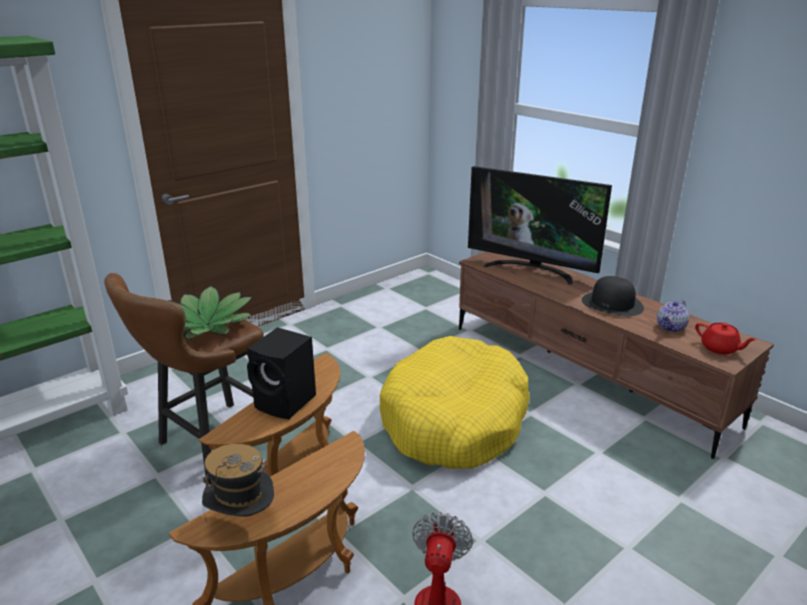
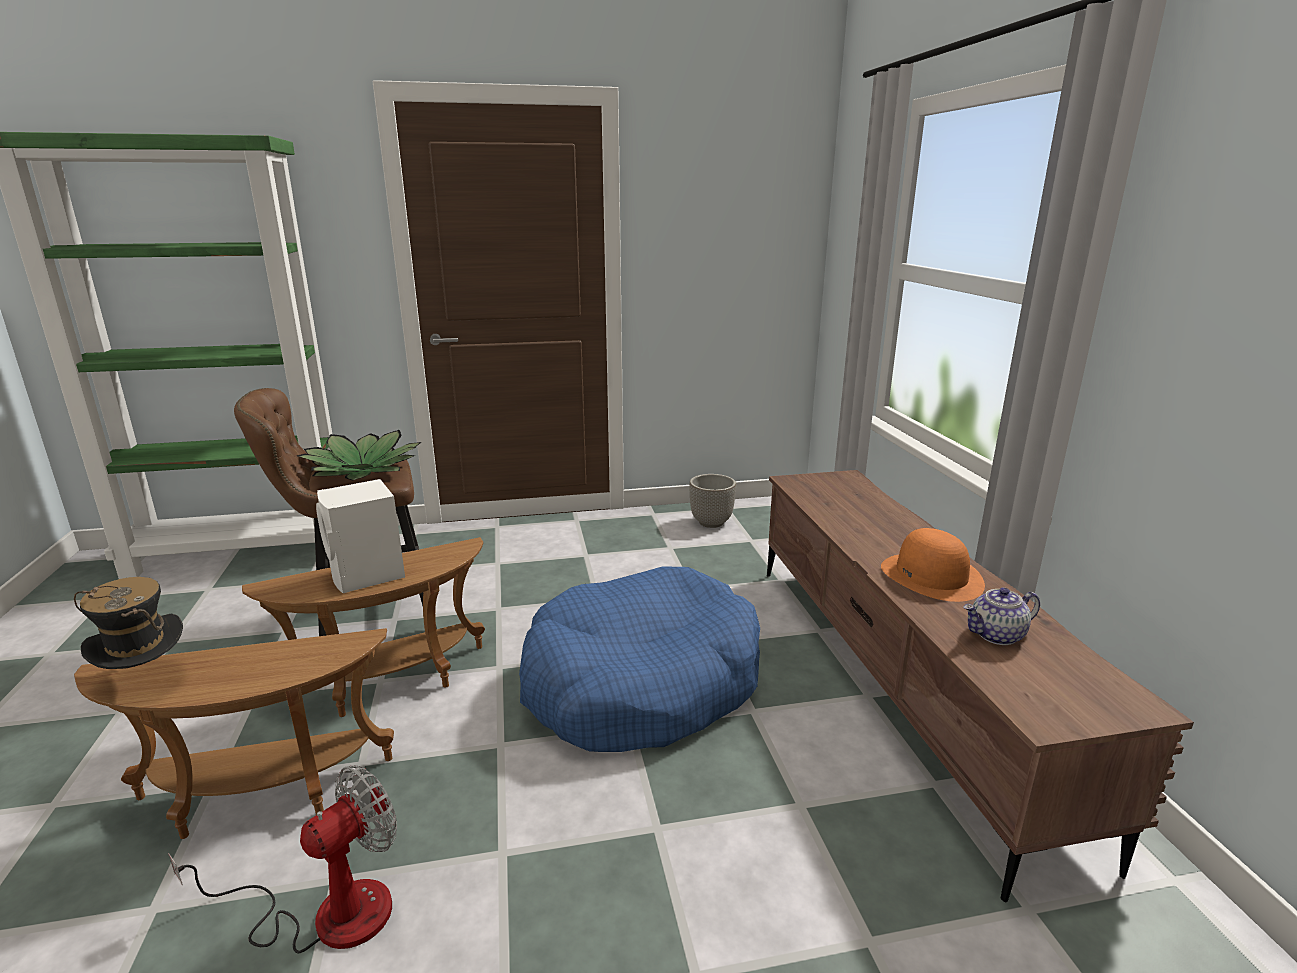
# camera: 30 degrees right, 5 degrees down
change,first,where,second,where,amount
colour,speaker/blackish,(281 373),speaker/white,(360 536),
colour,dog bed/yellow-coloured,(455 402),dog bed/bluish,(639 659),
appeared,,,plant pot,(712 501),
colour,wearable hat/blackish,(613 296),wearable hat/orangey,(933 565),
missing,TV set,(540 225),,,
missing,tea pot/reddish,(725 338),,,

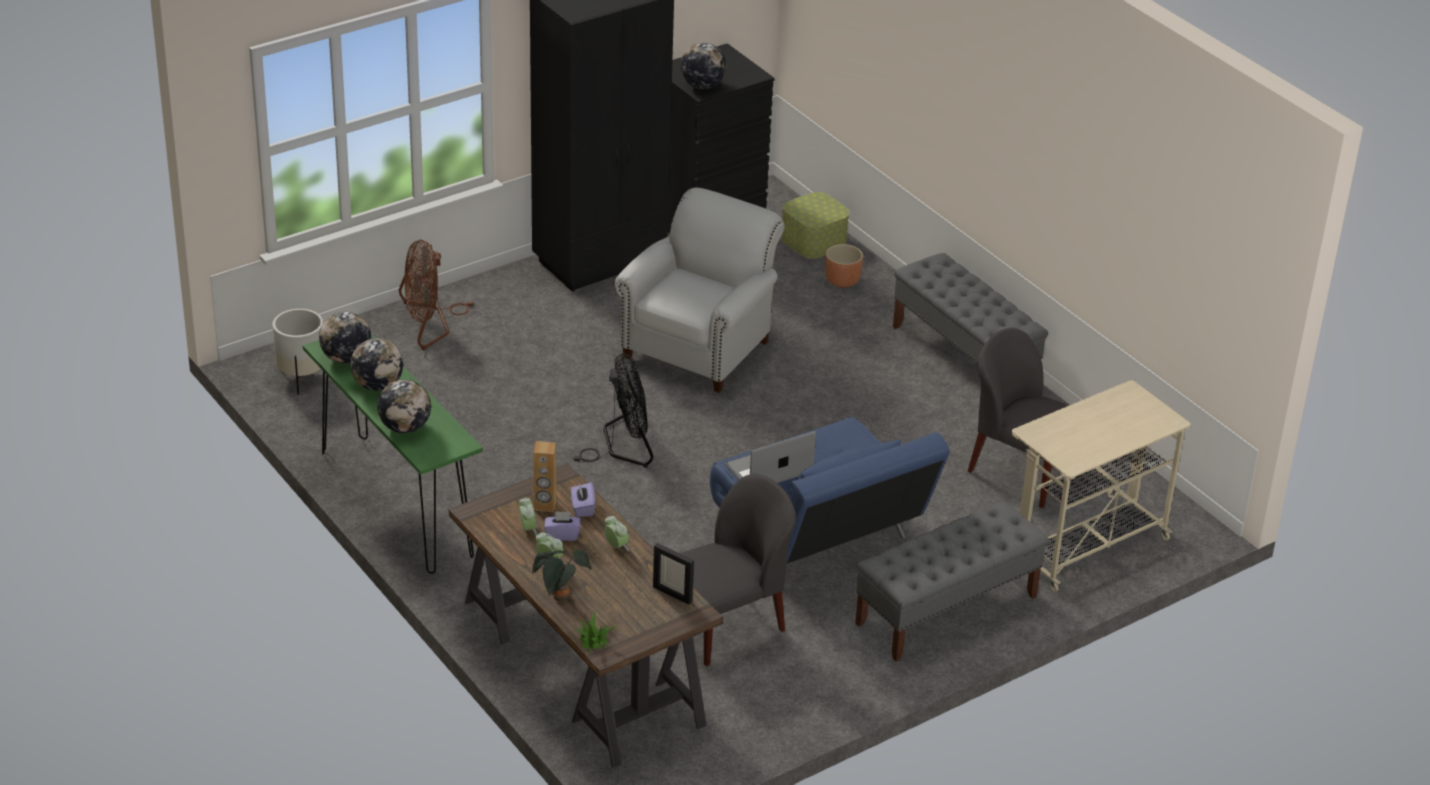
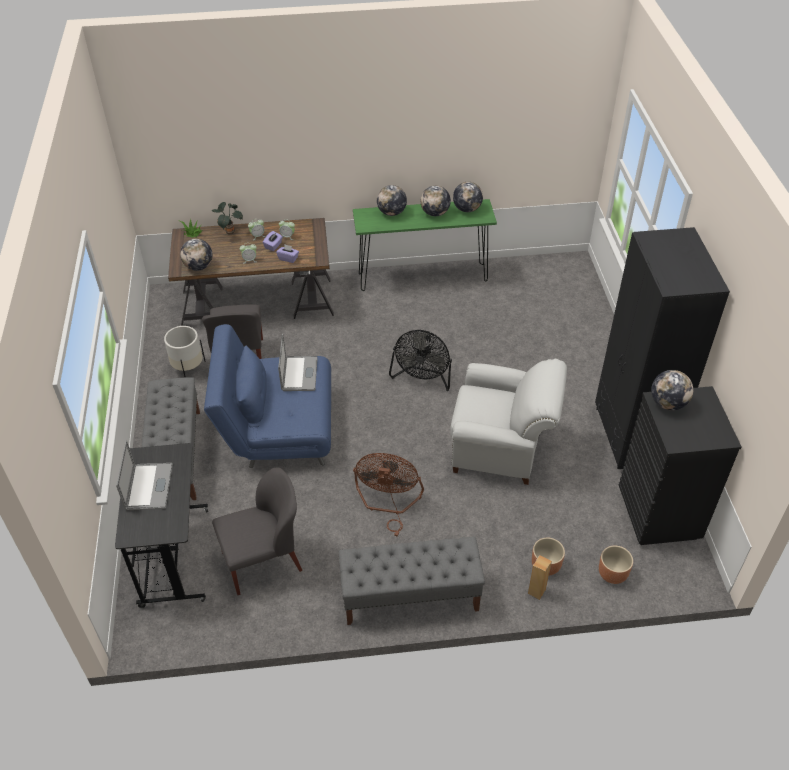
# camera: 120 degrees right, 10 degrees up
change,first,where,second,where,amount
colour,desk table/beige-coloured,(1101 486),desk table/blackish,(161 525),
appeared,,,notebook computer,(144 475),
relocated,plant pot/white,(298 352),,(185 352),
exchanged,photo frame,(673 574),desk globe,(196 255),
relocated,fan/brown-coloured,(436 295),,(388 494),
spun,lounge chair/white,(699 290),,(508 422),45 degrees counterclockwise
relocated,speaker/brown-coloured,(544 476),,(540 577),
exchanged,storage bin,(815 225),plant pot/brown-coloured,(616 565),

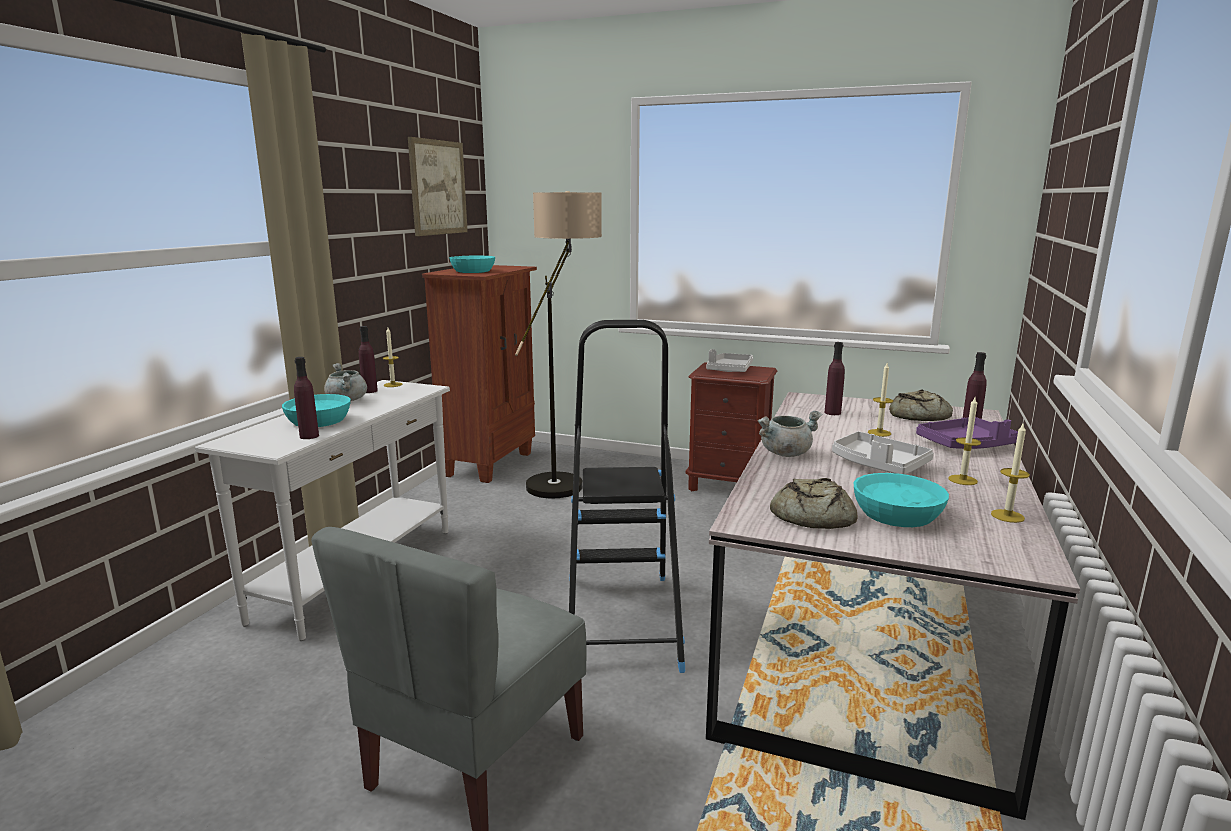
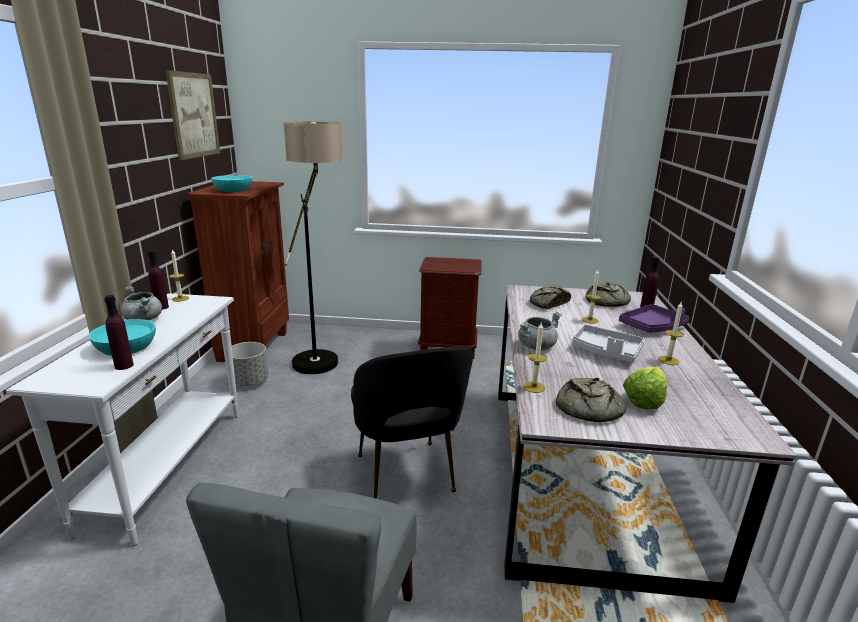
# camera: 15 degrees left, 5 degrees up
change,first,where,second,where,amount
appeared,,,plant pot/grey,(250 364),
exchanged,stepladder/blackish,(627 496),plain chair/blackish,(412 422),
relocated,candle,(1010 472),,(535 358),
exchanged,drink bottle/purple,(835 378),bakery bread,(550 297),
exchanged,serving bowl/blue-green,(901 500),head of lettuce,(645 387),
missing,carrying tray/grey,(729 360),,,

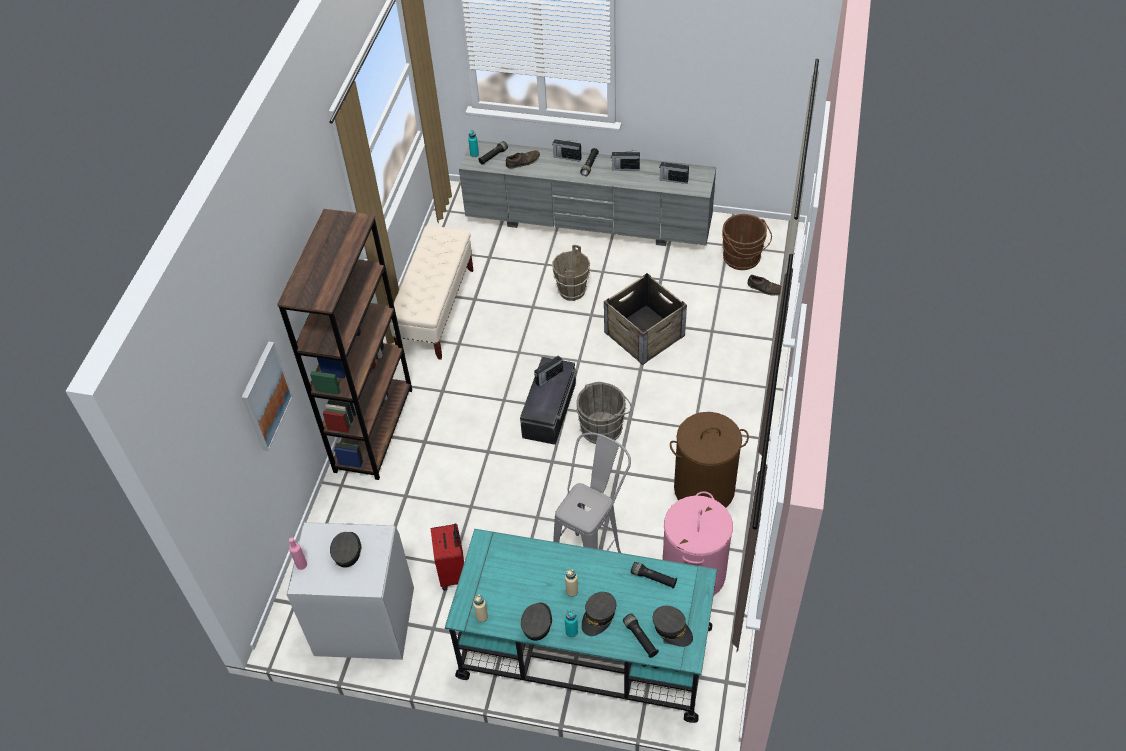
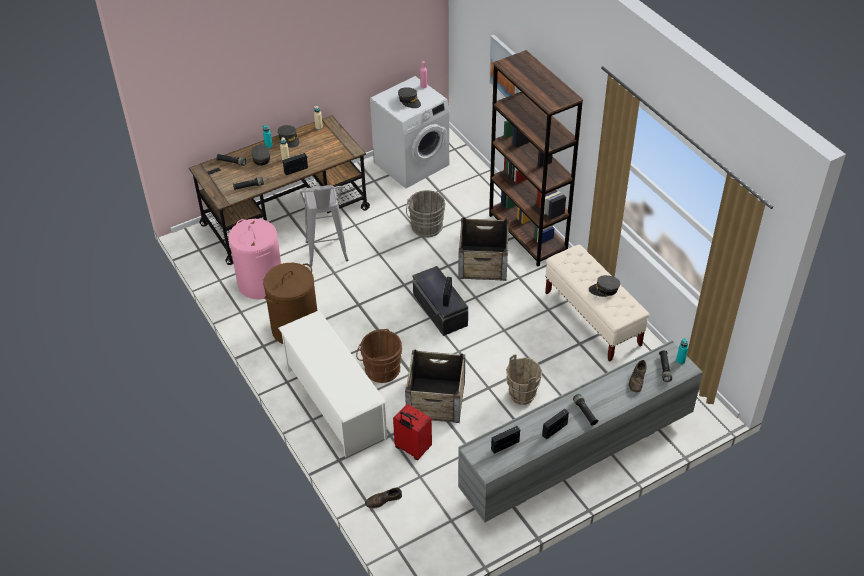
# camera: 135 degrees right, 5 degrees down
change,first,where,second,where,amount
colour,desk table/blue-green,(581 626),desk table/brown-coloured,(279 190),
appeared,,,shoe stand/white,(332 383),
relocated,radio set,(566 150),,(295 164),
relocated,pail/brown-coloured,(747 242),,(379 356),
relocated,travel case/reddish,(447 557),,(412 432),
relocated,pail/grey,(604 413),,(426 213),
appeared,,,crate,(483 249),
relocated,peaked cap/grey,(673 626),,(604 286),

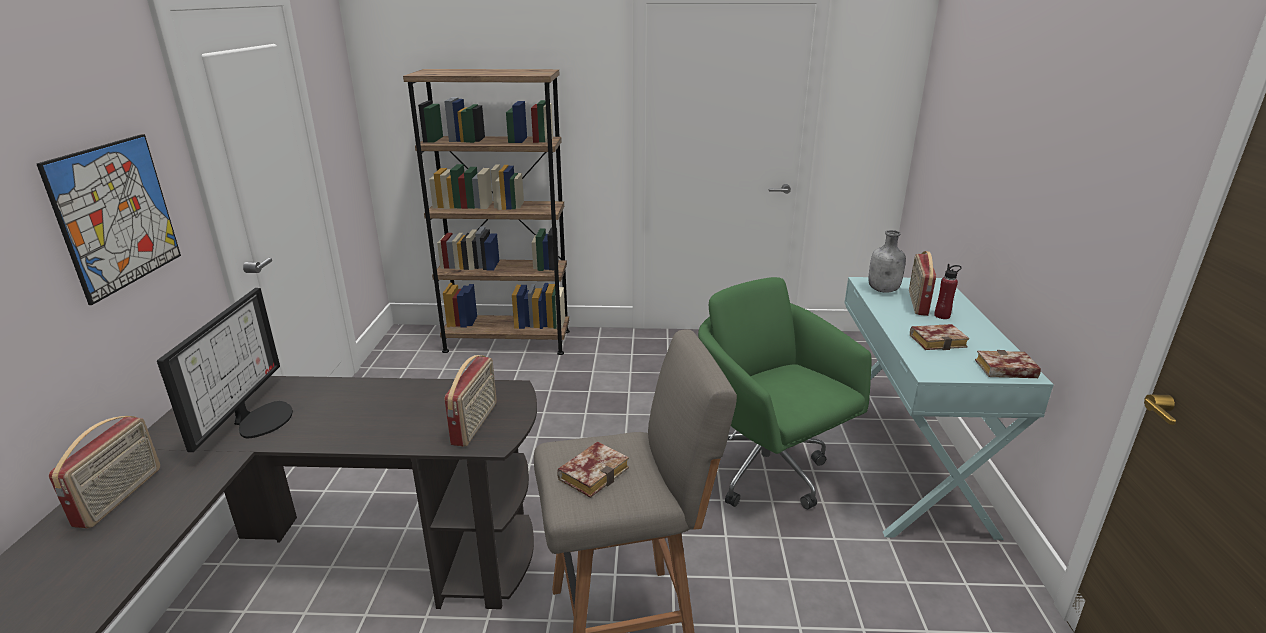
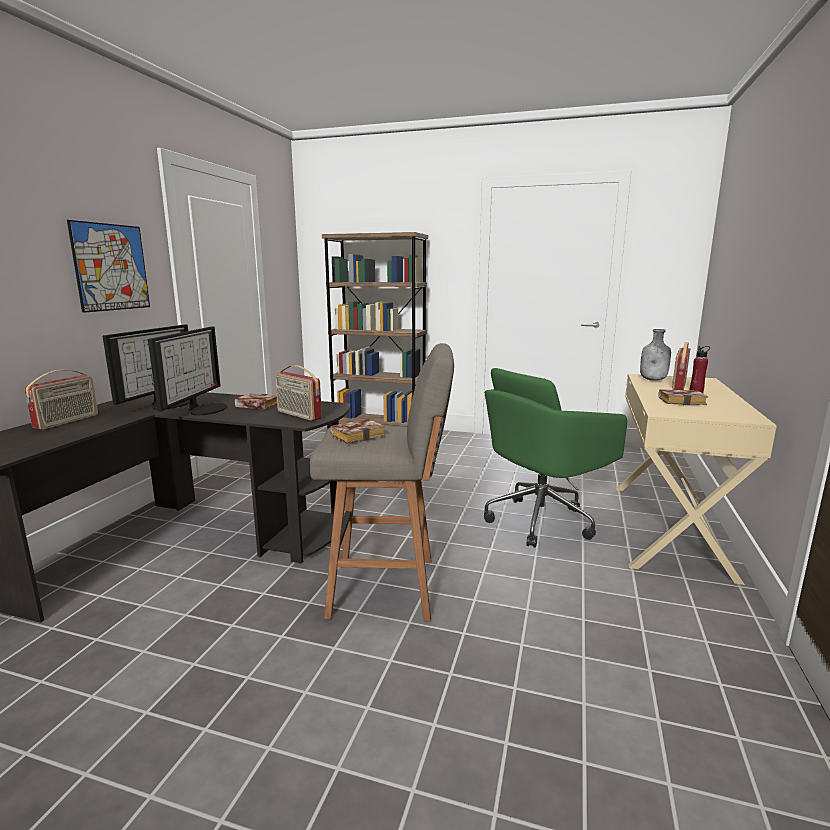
# camera: 15 degrees right, 10 degrees down
change,first,where,second,where,amount
appeared,,,monitor,(187 371),
relocated,book,(1008 364),,(256 402),
spun,radio set,(470 400),,(298 393),105 degrees clockwise
spun,desk chair/greenish,(785 393),,(555 457),105 degrees counterclockwise
colour,desk table/blue-green,(949 408),desk table/beige-coloured,(696 479),

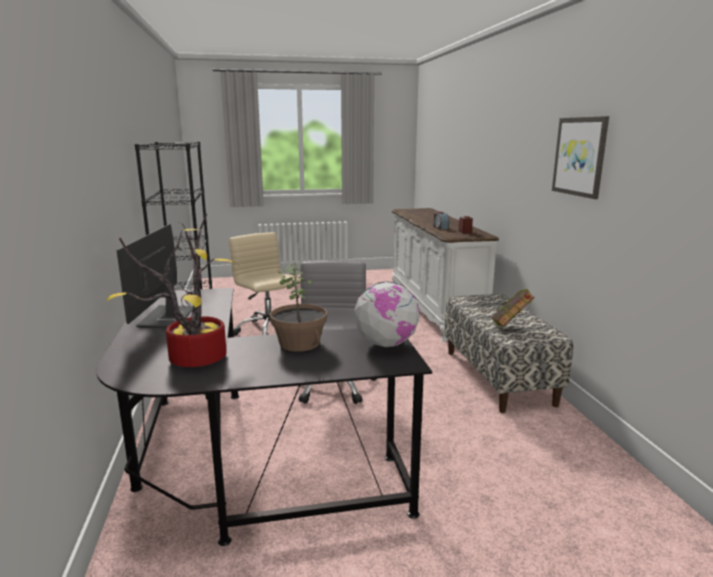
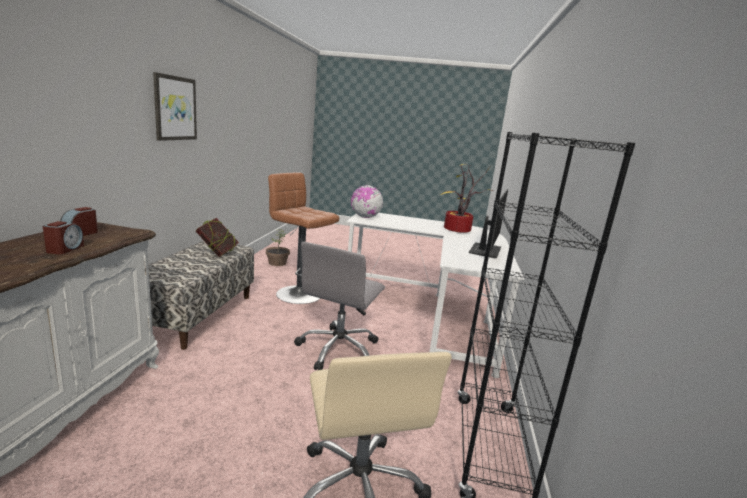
# camera: 160 degrees left, 0 degrees up
change,first,where,second,where,amount
relocated,potted plant,(298 307),,(278 247),
appeared,,,stool/brown-coloured,(303 238),
colour,desk table/blackish,(264 417),desk table/white,(435 295),

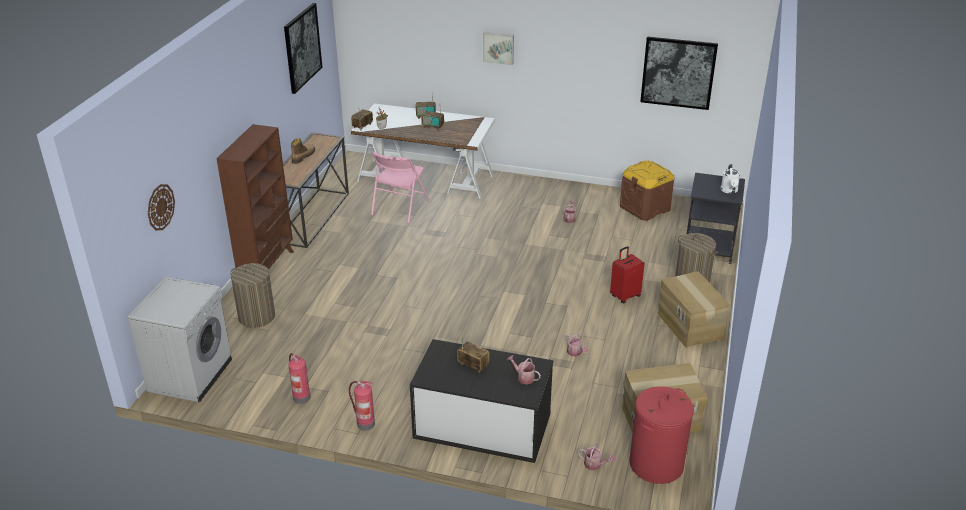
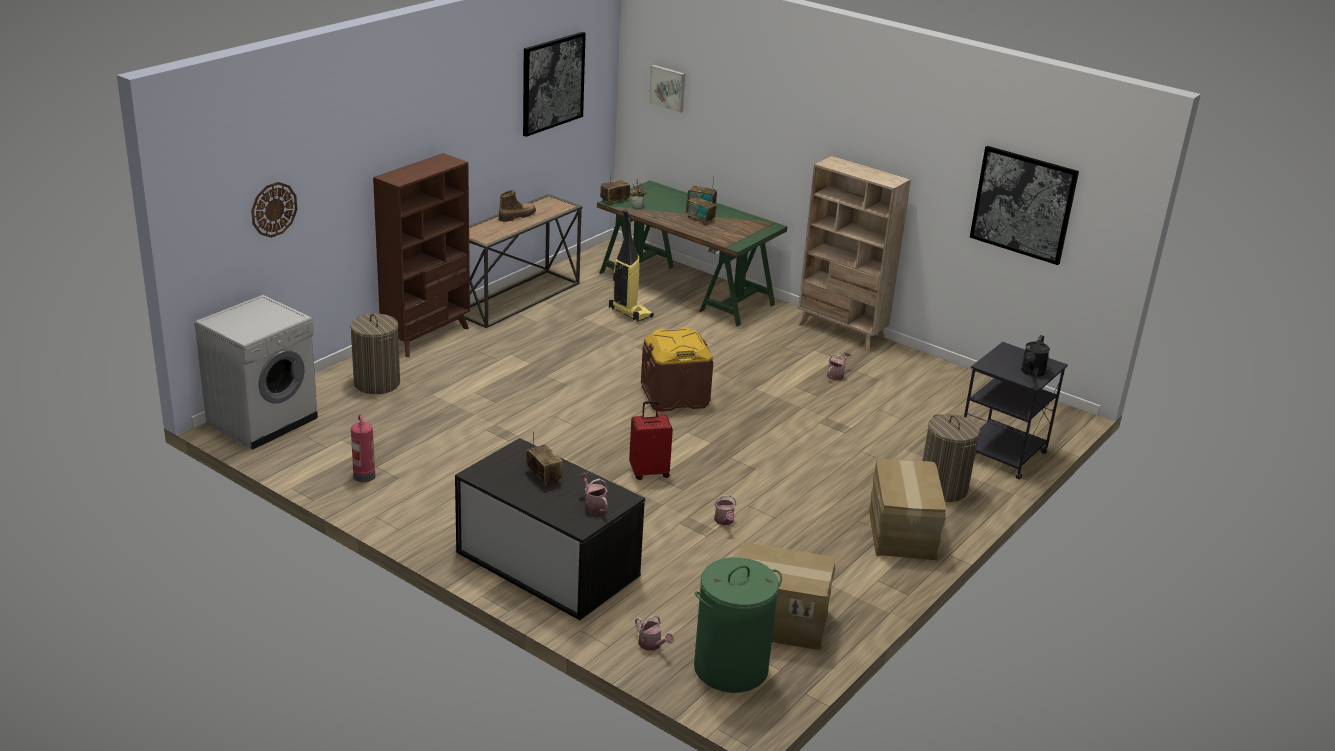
# camera: 20 degrees right, 5 degrees down
change,first,where,second,where,amount
colour,desk table/white,(423 151),desk table/greenish,(692 253),
exchanged,plain chair/pink,(400 187),vacuum,(631 265),
relocated,travel case/reddish,(627 274),,(651 440),
relocated,storage bin/brown-coloured,(647 191),,(677 369),
relocated,picture,(498 48),,(667 89),
colour,laundry basket/reddish,(661 435),laundry basket/greenish,(738 625),
appeared,,,shelving unit/beige-coloured,(854 253),
colour,watering can/white,(730 179),watering can/blackish,(1035 356),
missing,extinguisher,(362 406),,,

